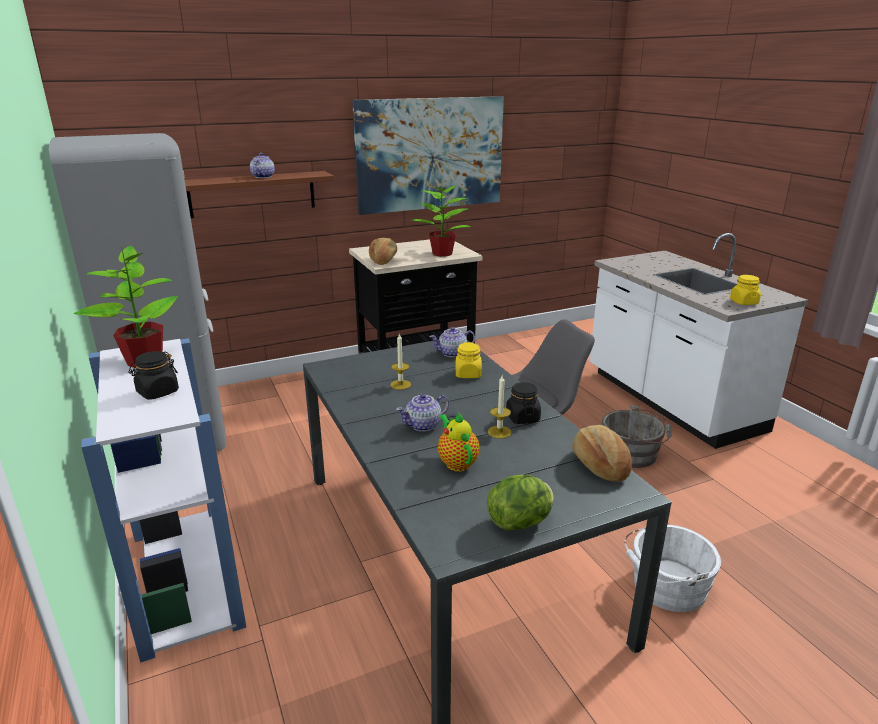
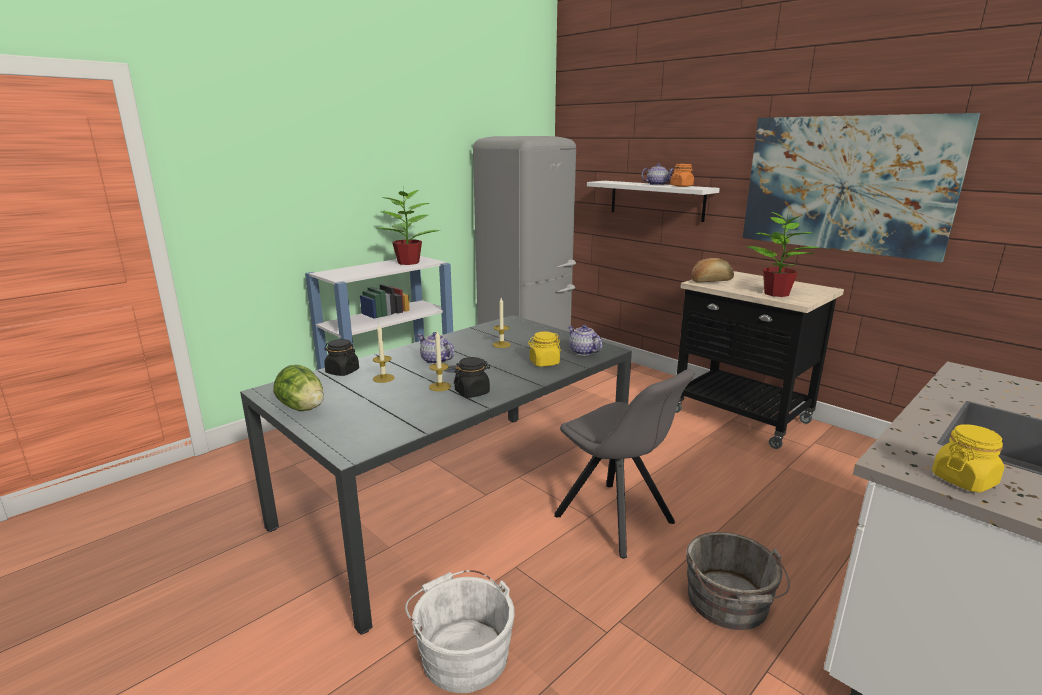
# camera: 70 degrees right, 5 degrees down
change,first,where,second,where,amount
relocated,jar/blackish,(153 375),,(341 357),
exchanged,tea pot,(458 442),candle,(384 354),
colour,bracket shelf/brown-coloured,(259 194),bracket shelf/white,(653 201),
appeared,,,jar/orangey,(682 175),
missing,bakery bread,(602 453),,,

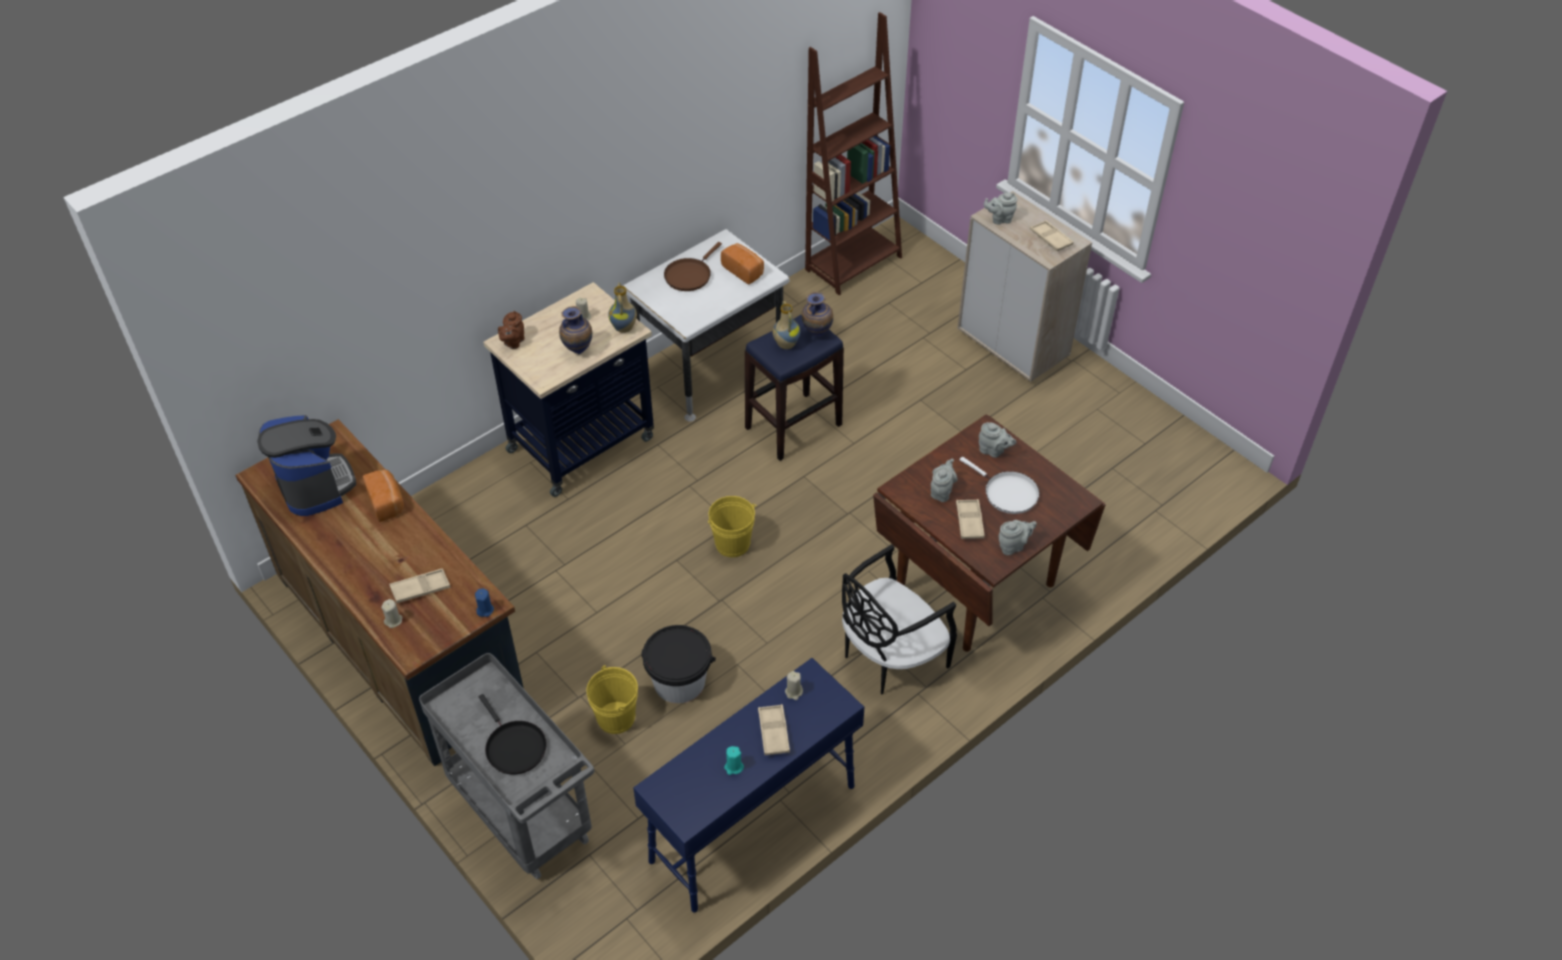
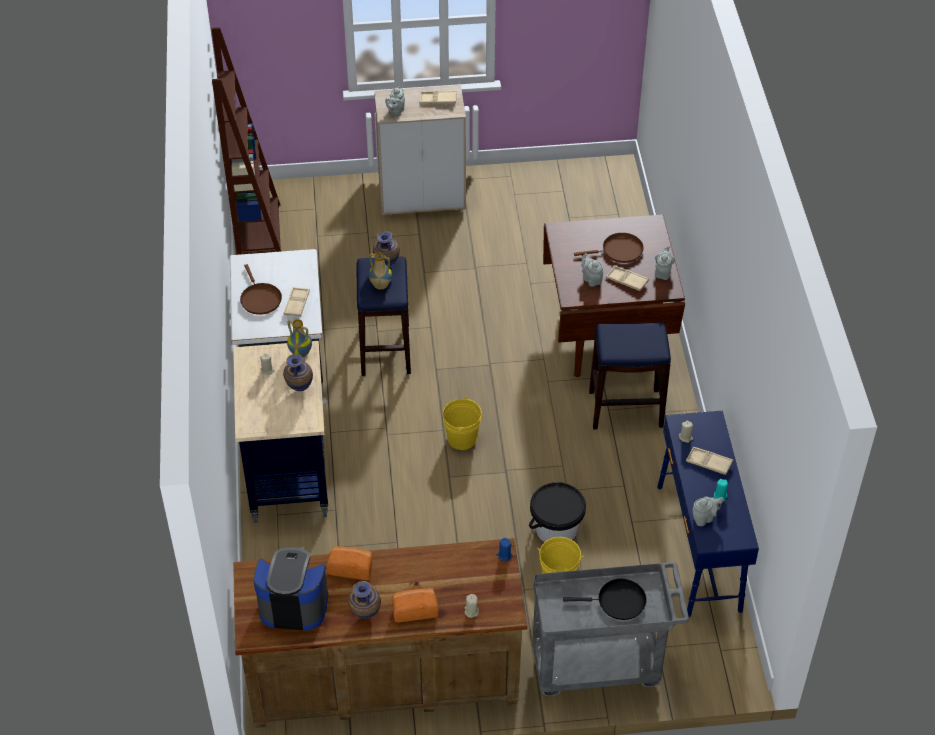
# camera: 55 degrees left, 0 degrees up
change,first,where,second,where,amount
relocated,carrying tray/beige-coloured,(419 585),,(297 302),
appeared,,,flower vase,(364 600),
relocated,bakery bread,(742 263),,(416 605),
colour,skillet/white,(1000 485),skillet/brown-coloured,(609 248),
exchanged,plain chair/blackish,(899 619),stool,(630 375),
relocated,tea pot/grey,(997 440),,(708 511),
missing,tea pot/brown-coloured,(511 330),,,

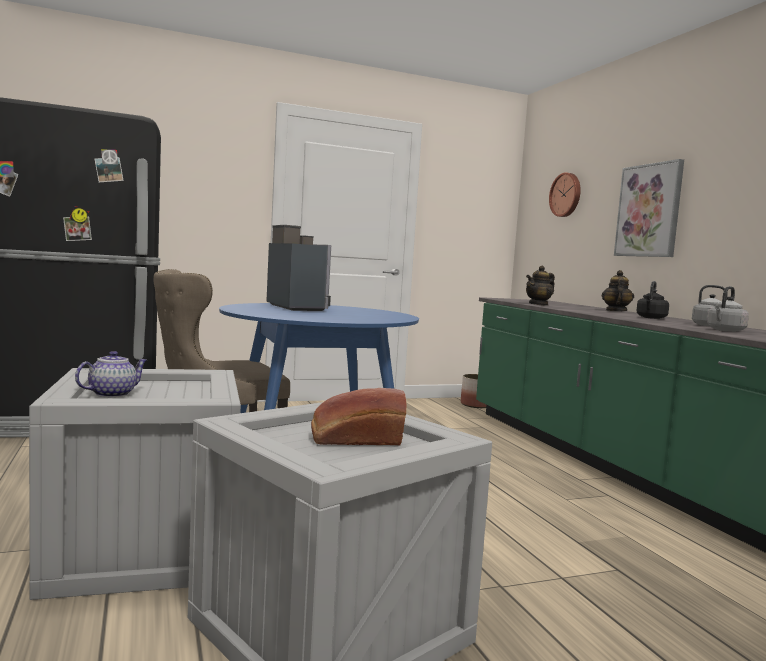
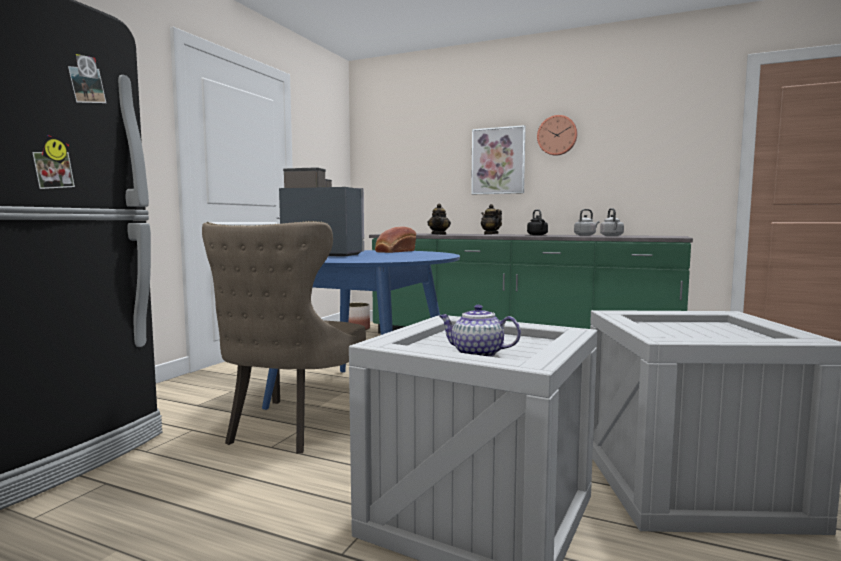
# camera: 45 degrees left, 0 degrees up
change,first,where,second,where,amount
relocated,bakery bread,(358 416),,(395 239),
spun,tea pot,(111 374),,(480 331),60 degrees counterclockwise
relocated,clock on the wall,(565 194),,(557 135),

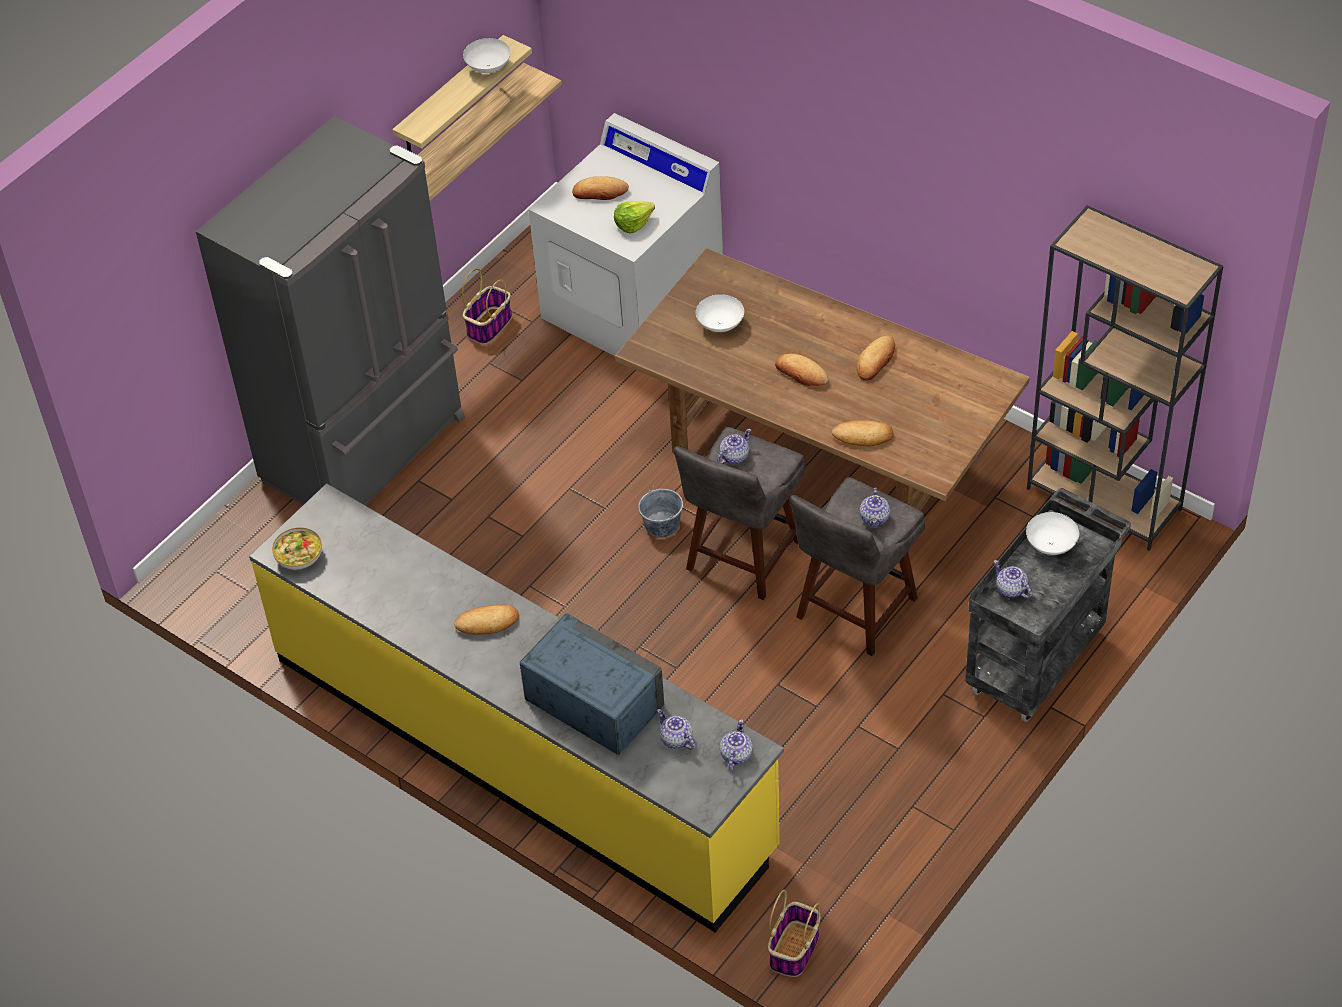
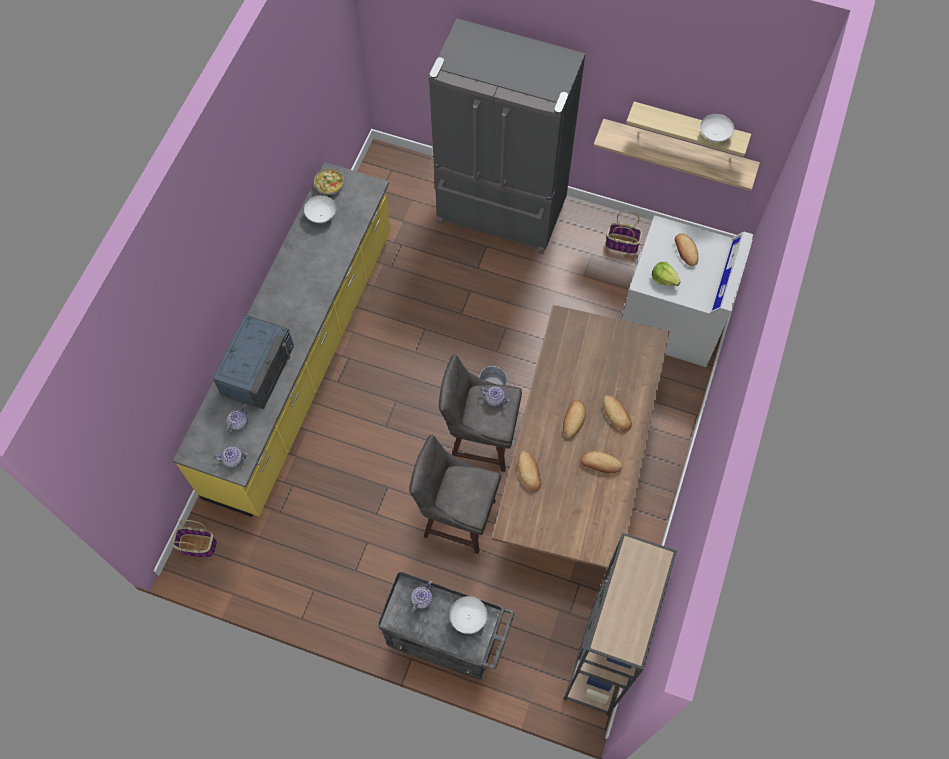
# camera: 70 degrees right, 15 degrees up
change,first,where,second,where,amount
relocated,serving bowl/white,(720 313),,(320 209),
relocated,bakery bread,(486 619),,(617 413),
missing,tea pot,(875 507),,,

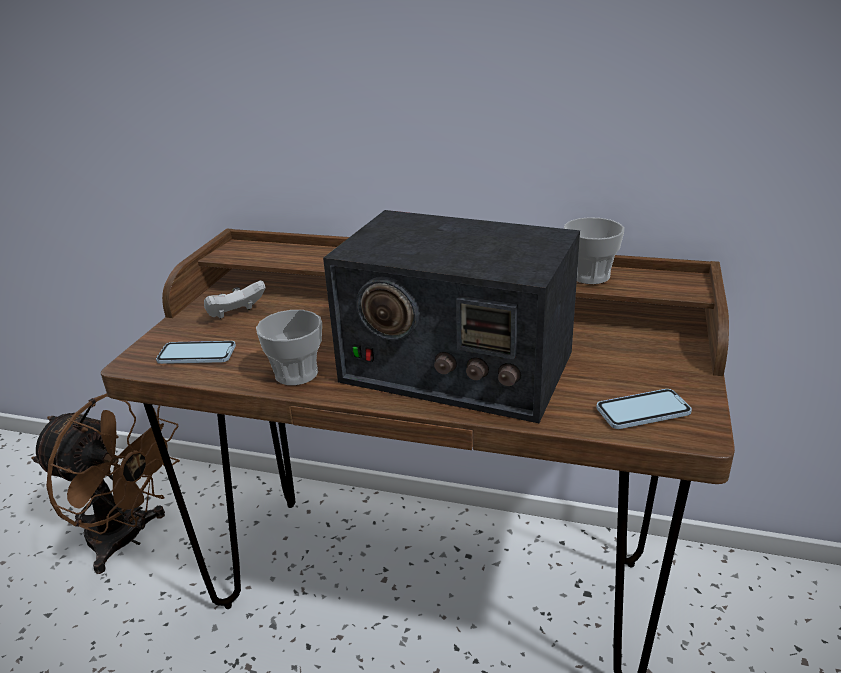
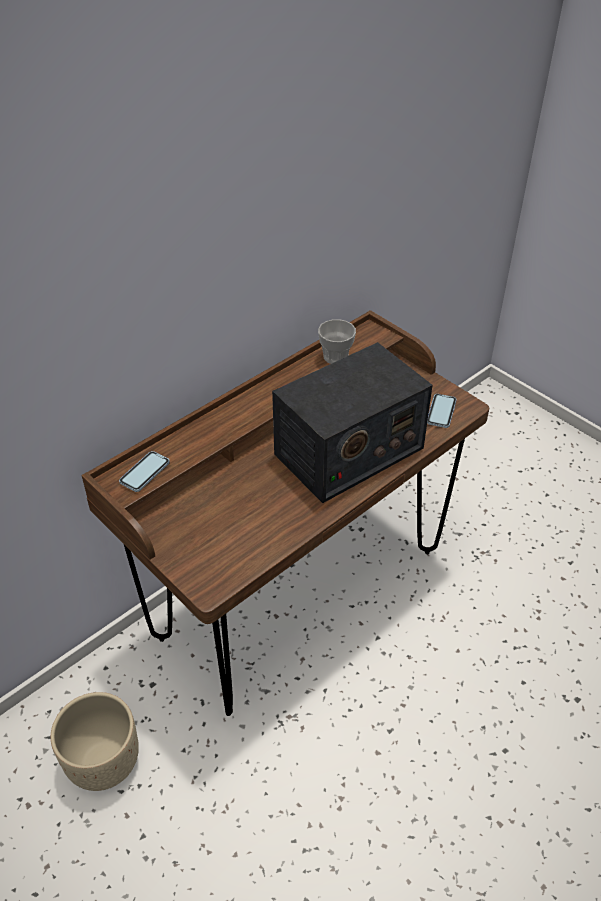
# camera: 60 degrees left, 15 degrees up
change,first,where,second,where,amount
exchanged,fan/brown-coloured,(105 483),plant pot/beige-coloured,(95 741),
relocated,phone,(196 352),,(144 471),
missing,game controller/white,(235 299),,,
missing,small cup,(289 347),,,

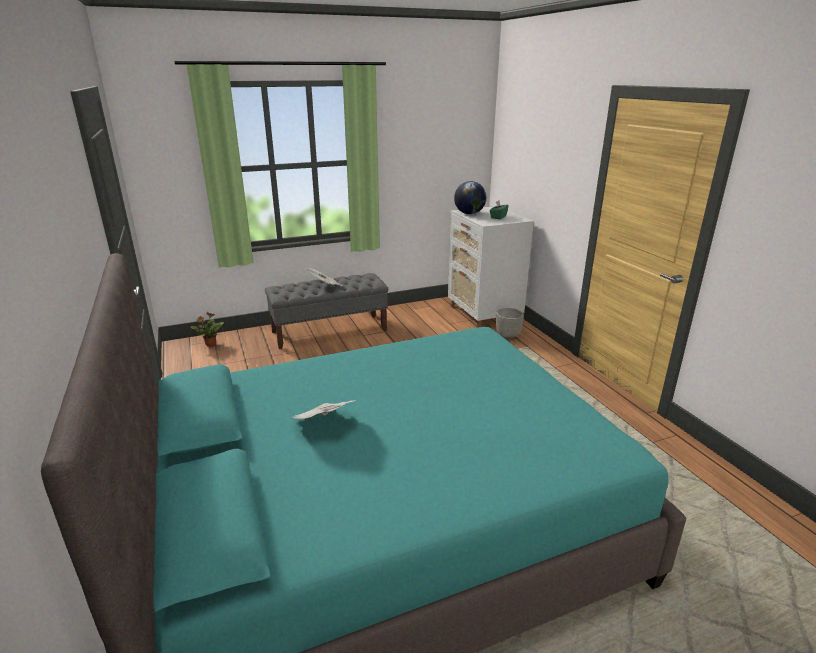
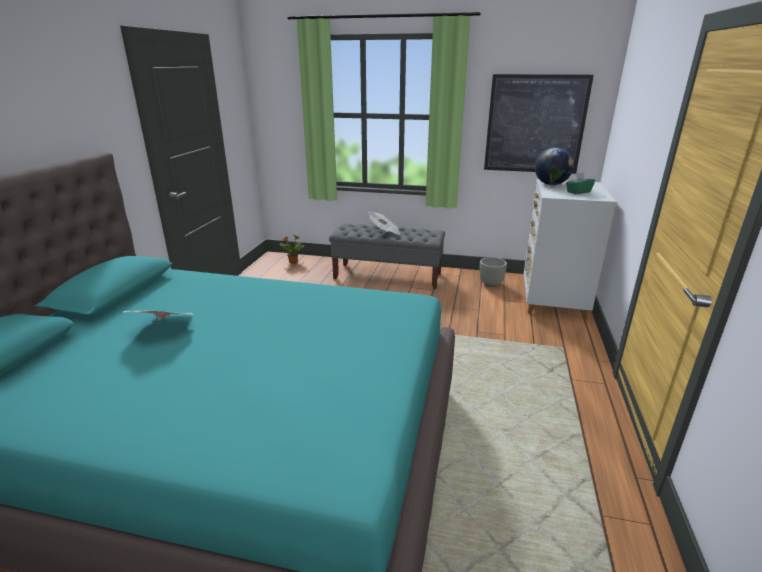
# camera: 35 degrees right, 0 degrees up
change,first,where,second,where,amount
relocated,plant pot/grey,(510 323),,(493 272),
appeared,,,picture,(539 124),

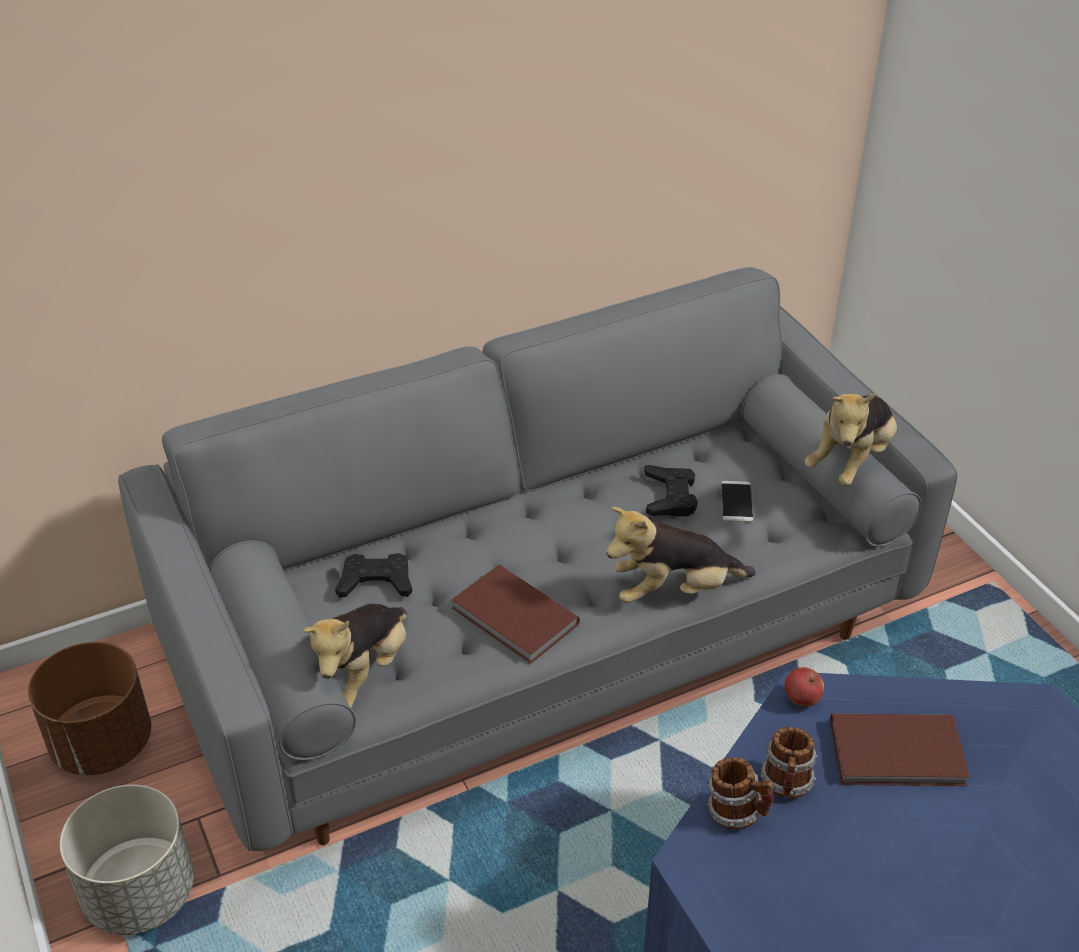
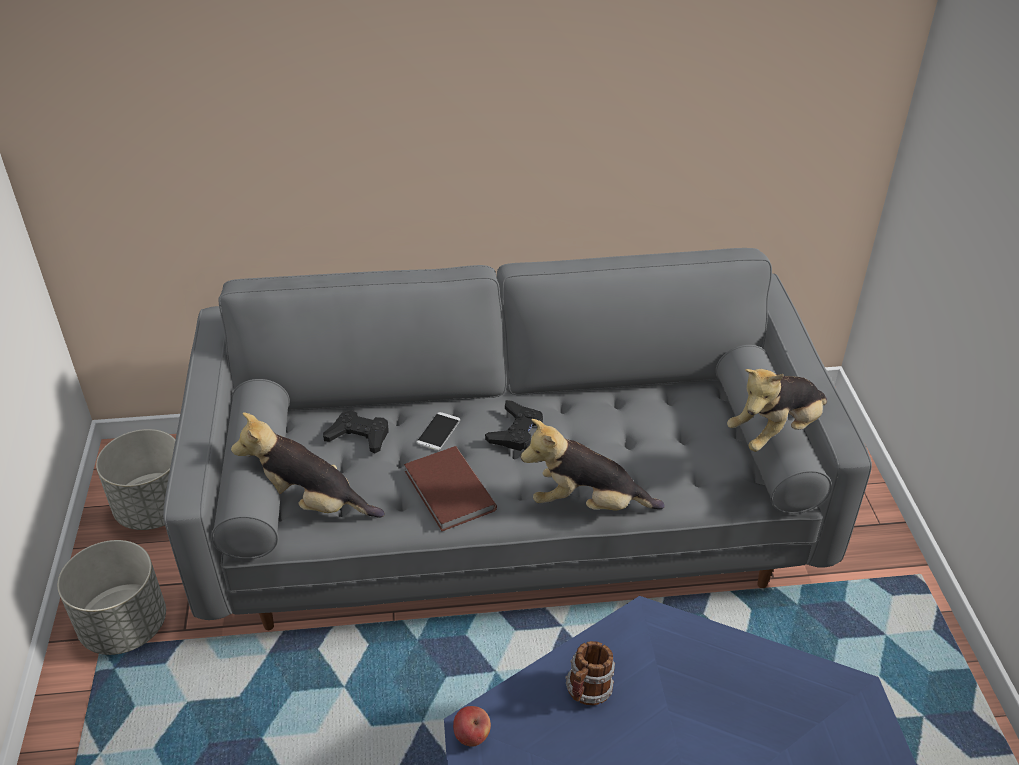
# camera: 20 degrees right, 0 degrees up
change,first,where,second,where,amount
colour,plant pot/brown-coloured,(89 708),plant pot/grey,(136 479),
spun,cuddly toy,(355 655),,(308 464),60 degrees clockwise
relocated,phone,(737 501),,(438 431),
relocated,apple fruit,(804 687),,(472 726),
relocated,game controller/blackish,(671 490),,(514 425),
missing,mug,(740 793),,,
missing,book/brown-coloured,(900 749),,,

